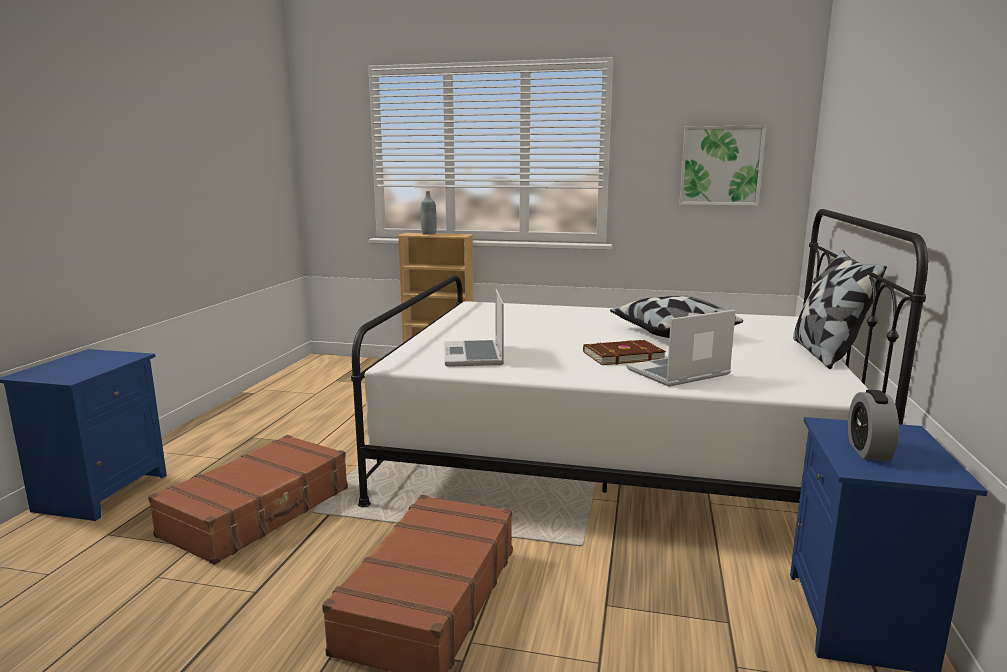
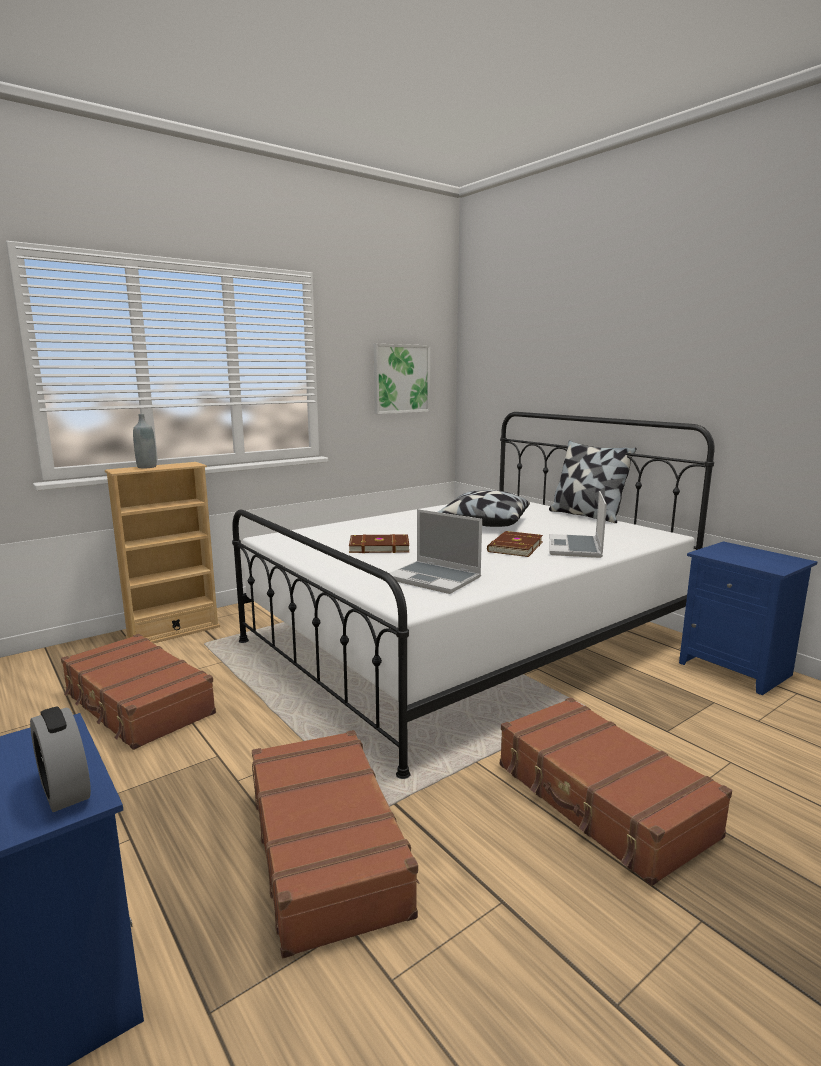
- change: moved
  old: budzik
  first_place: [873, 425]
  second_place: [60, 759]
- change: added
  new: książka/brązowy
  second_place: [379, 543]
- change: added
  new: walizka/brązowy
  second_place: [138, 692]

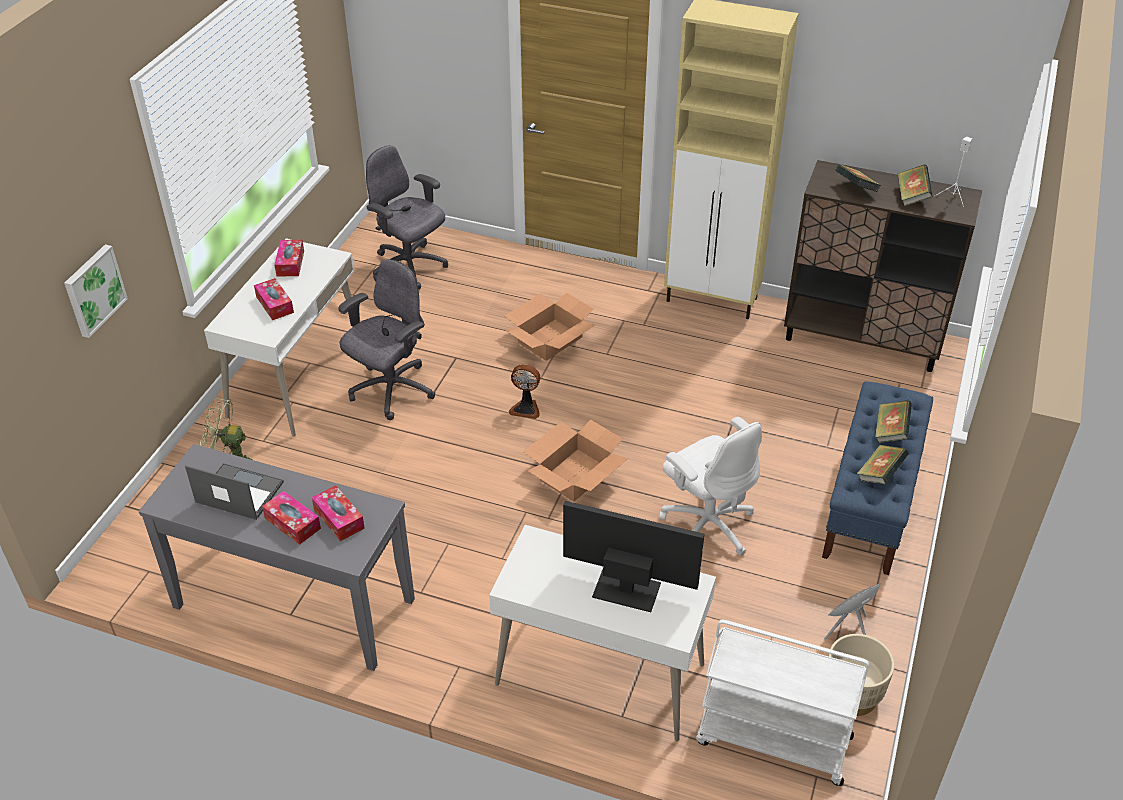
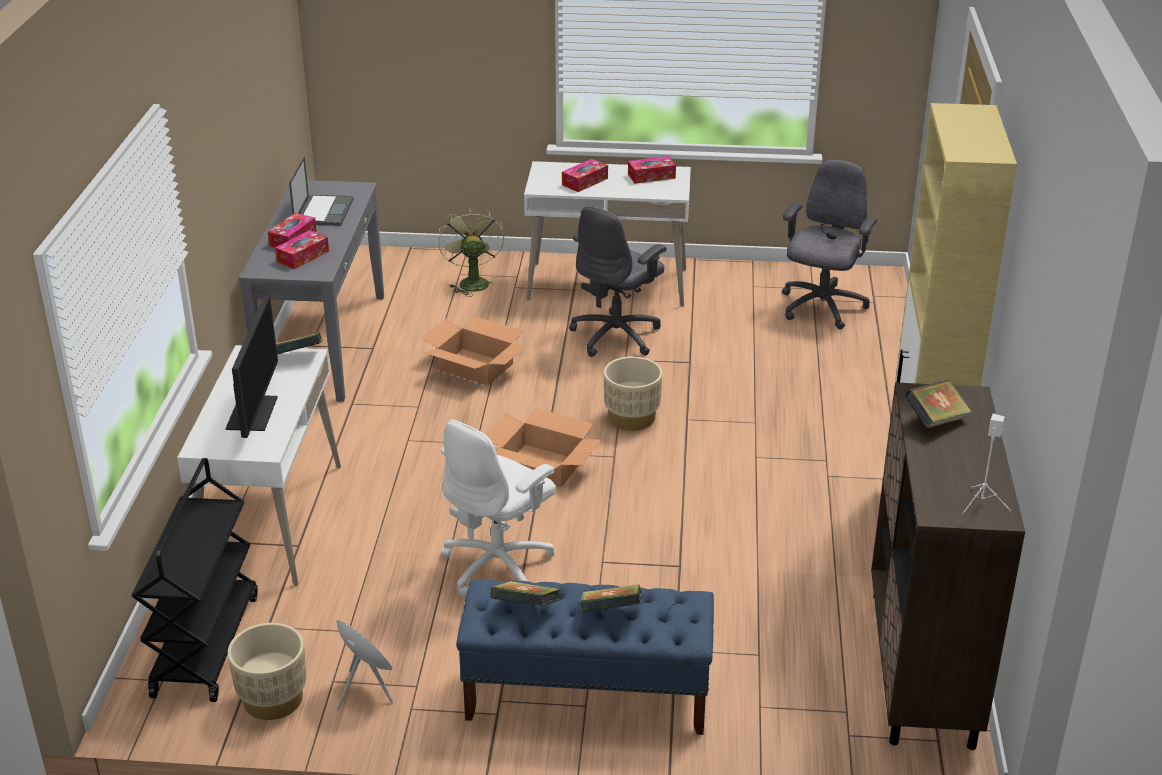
- change: moved
  old: książka
  first_place: [915, 185]
  second_place: [299, 343]
- change: removed
  old: obraz
  first_place: [96, 291]
- change: turned
  old: krzesło biurowe/szary
  first_place: [386, 339]
  second_place: [617, 281]
  degrees: 105
- change: moved
  old: karton
  first_place: [550, 327]
  second_place: [474, 350]
- change: replaced
  old: wentylator
  new: donica/beżowy
  first_place: [524, 391]
  second_place: [633, 393]
- change: recoloured
  old: wózek/biały
  new: wózek/czarny
  first_place: [782, 703]
  second_place: [195, 580]

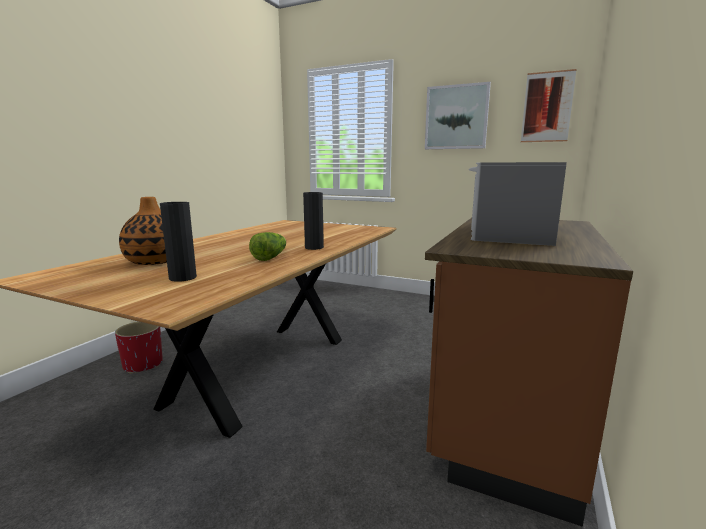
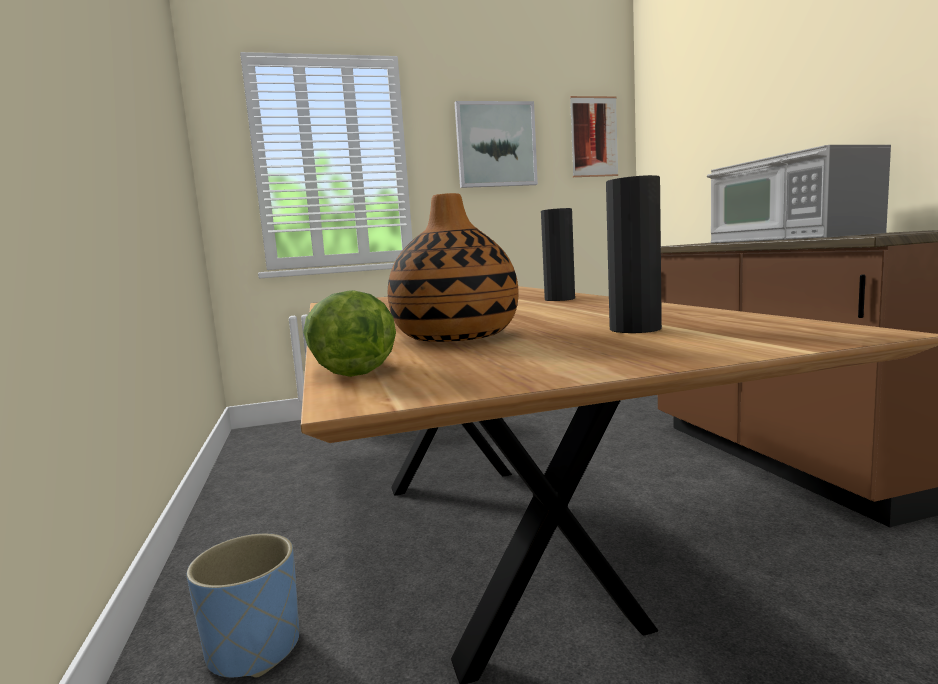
- change: moved
  old: sałata
  first_place: [267, 246]
  second_place: [349, 333]
- change: recoloured
  old: donica/czerwony
  new: donica/niebieski
  first_place: [139, 348]
  second_place: [243, 606]

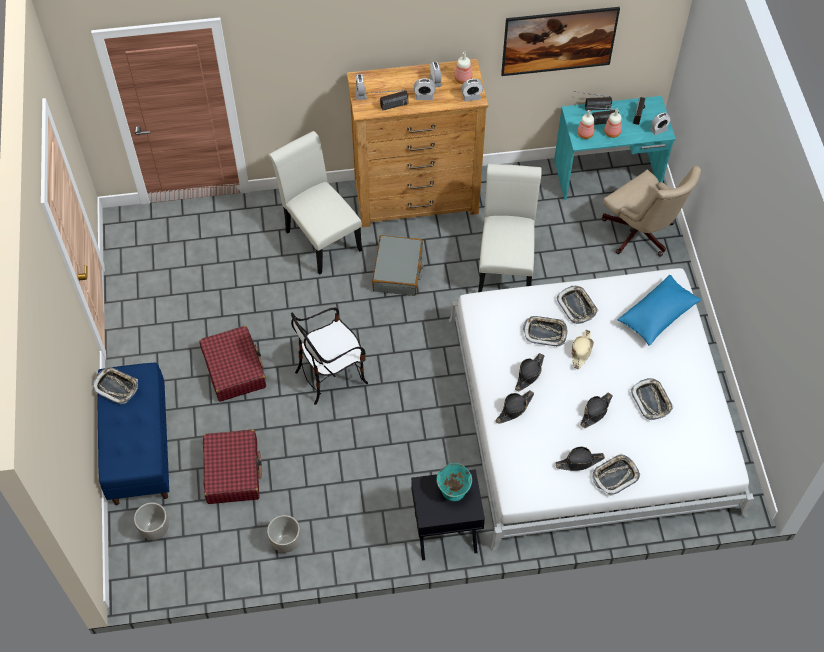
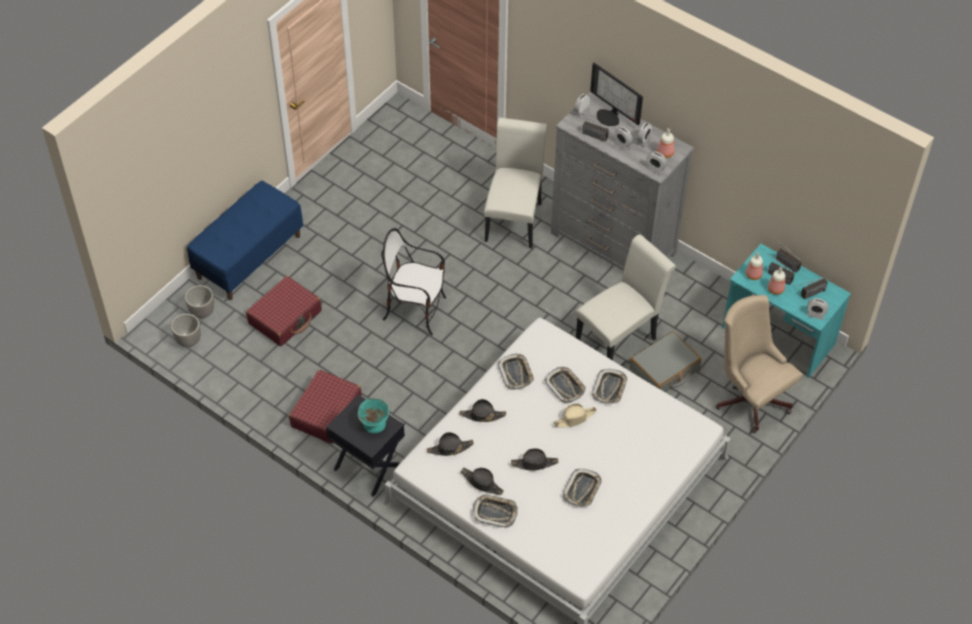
- change: removed
  old: obraz
  first_place: [560, 41]
- change: recoloured
  old: komoda/brązowy
  new: komoda/szary
  first_place: [417, 143]
  second_place: [622, 181]
- change: turned
  old: krzesło biurowe/beżowy
  first_place: [651, 211]
  second_place: [759, 364]
  degrees: 135
- change: moved
  old: walizka/szary
  first_place: [398, 265]
  second_place: [665, 361]
- change: removed
  old: poduszka/niebieski
  first_place: [659, 310]
- change: moved
  old: walizka/czerwony
  first_place: [232, 364]
  second_place: [325, 407]
- change: moved
  old: kapelusz/czarny
  first_place: [529, 372]
  second_place: [450, 444]
- change: moved
  old: taca
  first_place: [115, 385]
  second_place: [516, 372]
- change: moved
  old: donica
  first_place: [284, 534]
  second_place: [186, 330]
- change: added
  new: monitor
  second_place: [616, 94]

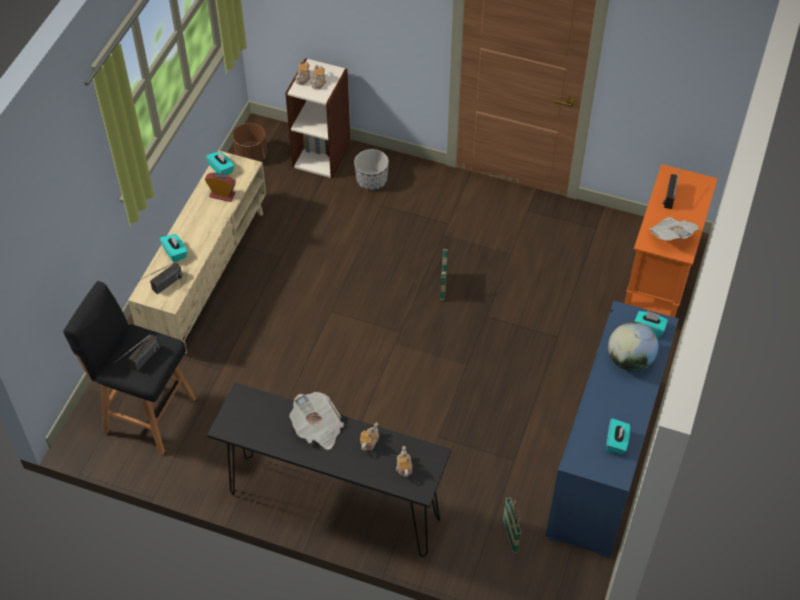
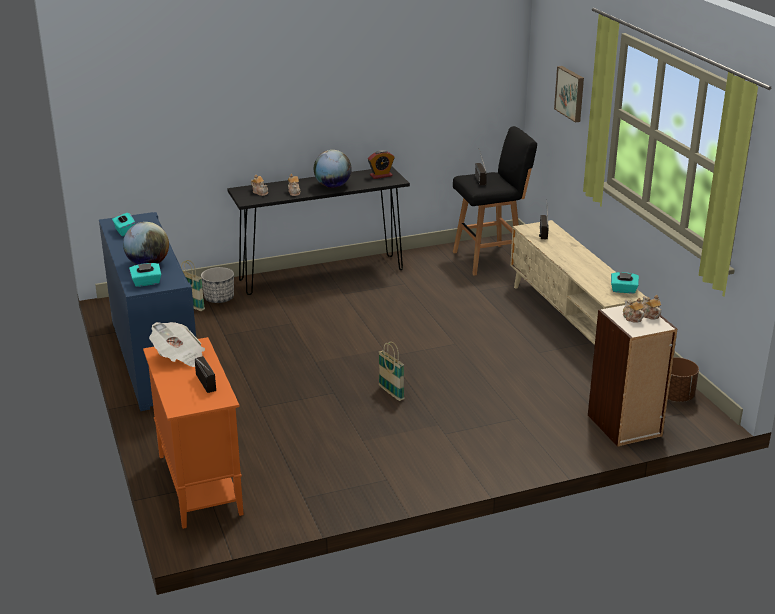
- change: moved
  old: donica
  first_place: [371, 169]
  second_place: [217, 285]
- change: moved
  old: budzik
  first_place: [220, 187]
  second_place: [381, 164]
- change: removed
  old: pudełko chusteczek/turkusowy
  first_place: [174, 248]
- change: replaced
  old: gazeta
  new: globus
  first_place: [316, 421]
  second_place: [333, 169]
- change: added
  new: obraz
  second_place: [569, 94]

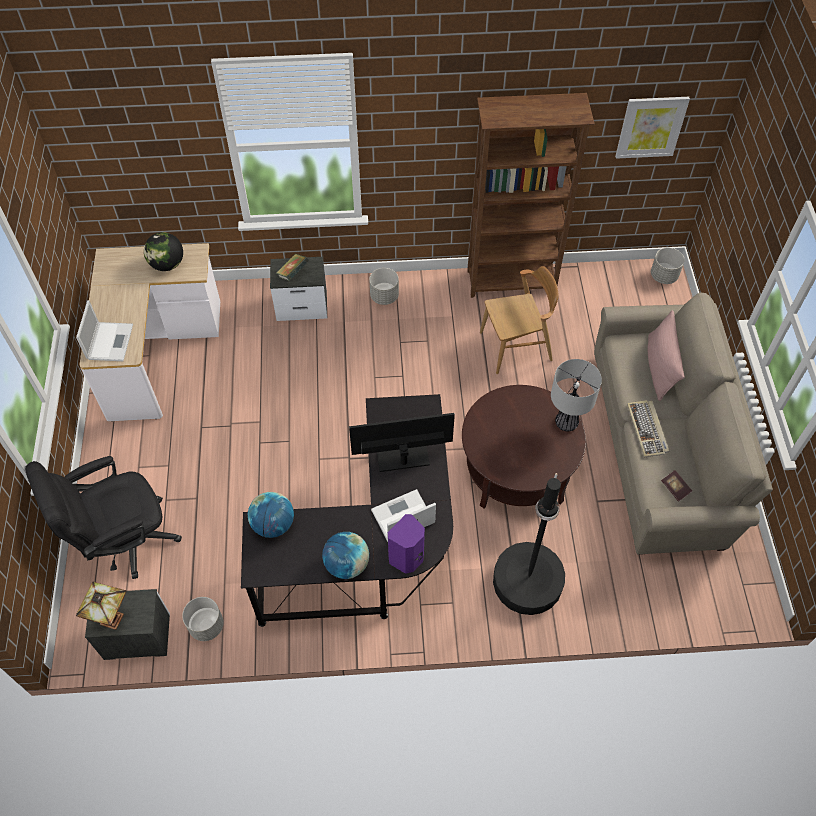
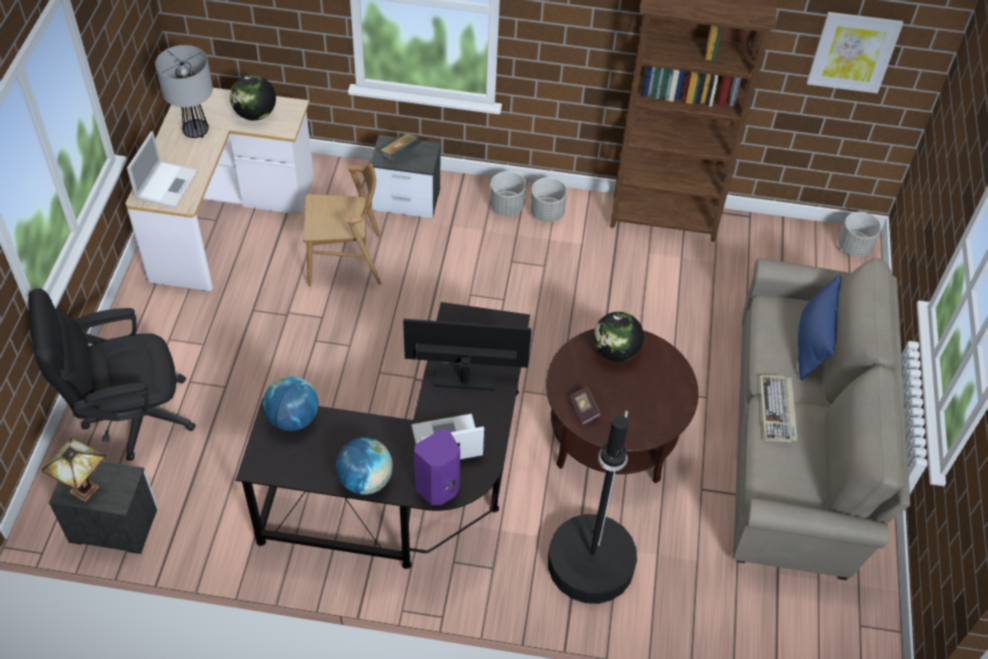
- change: moved
  old: krzesło/brązowy
  first_place: [519, 320]
  second_place: [342, 225]
- change: recoloured
  old: poduszka/różowy
  new: poduszka/niebieski
  first_place: [666, 355]
  second_place: [819, 327]
- change: moved
  old: lampa stołowa
  first_place: [576, 395]
  second_place: [184, 91]
- change: moved
  old: książka
  first_place: [676, 486]
  second_place: [585, 405]
- change: moved
  old: donica/szary
  first_place: [203, 619]
  second_place: [548, 199]
- change: added
  new: globus
  second_place: [619, 337]

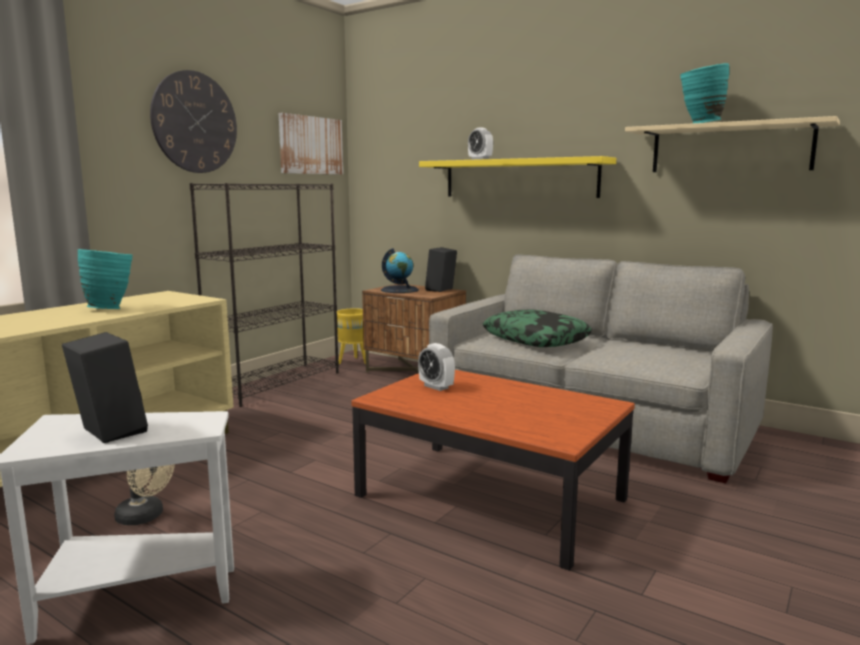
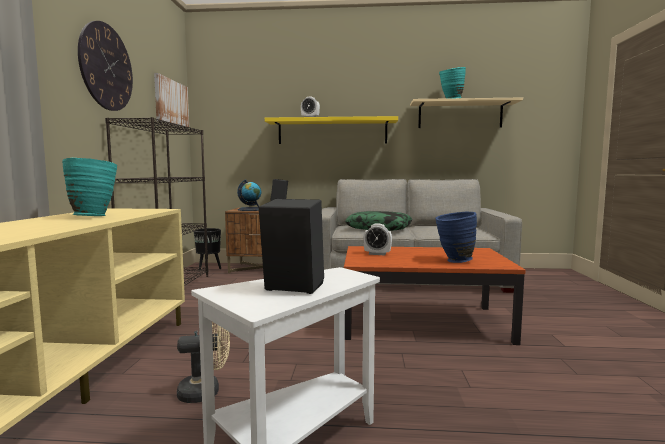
- change: recoloured
  old: donica/żółty
  new: donica/czarny
  first_place: [351, 336]
  second_place: [207, 250]
- change: added
  new: wazon/niebieski
  second_place: [456, 237]

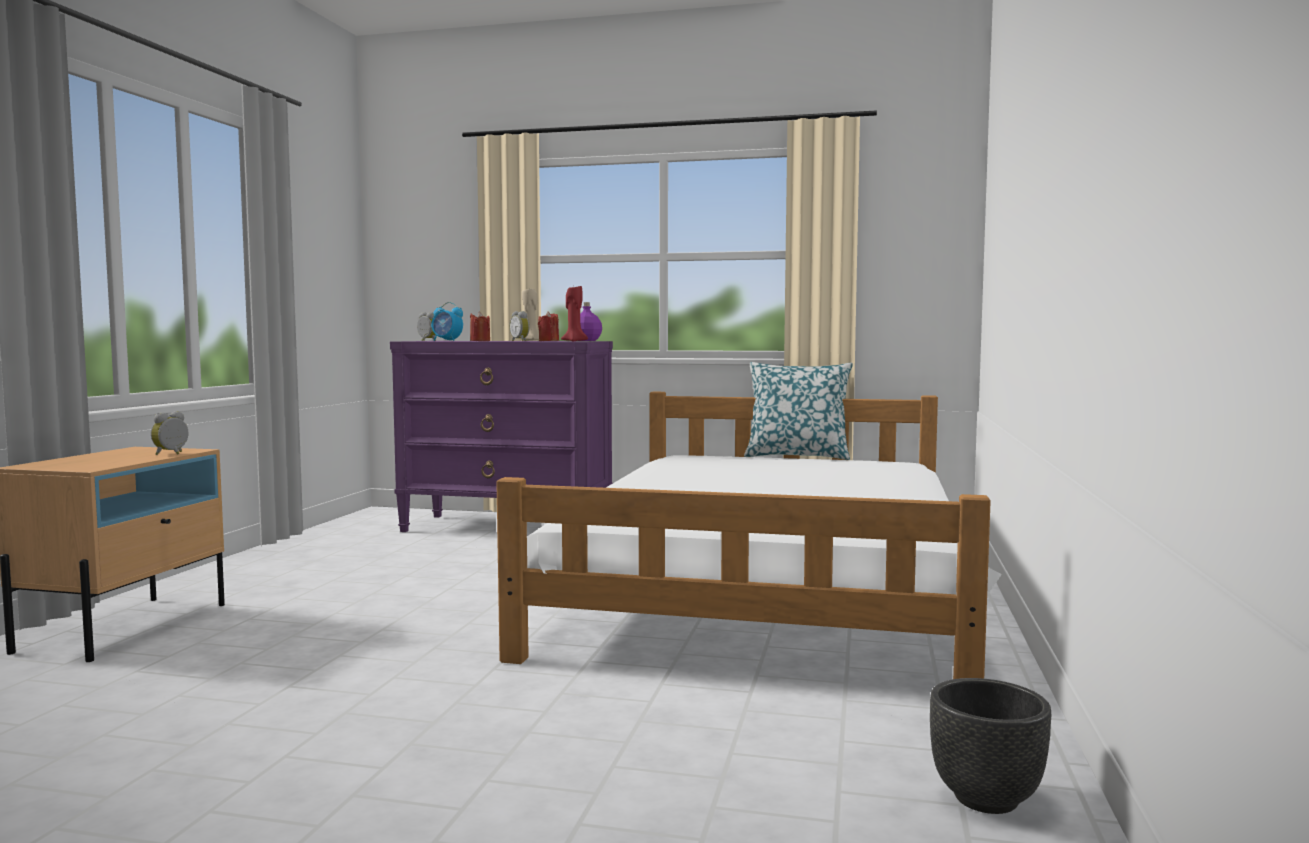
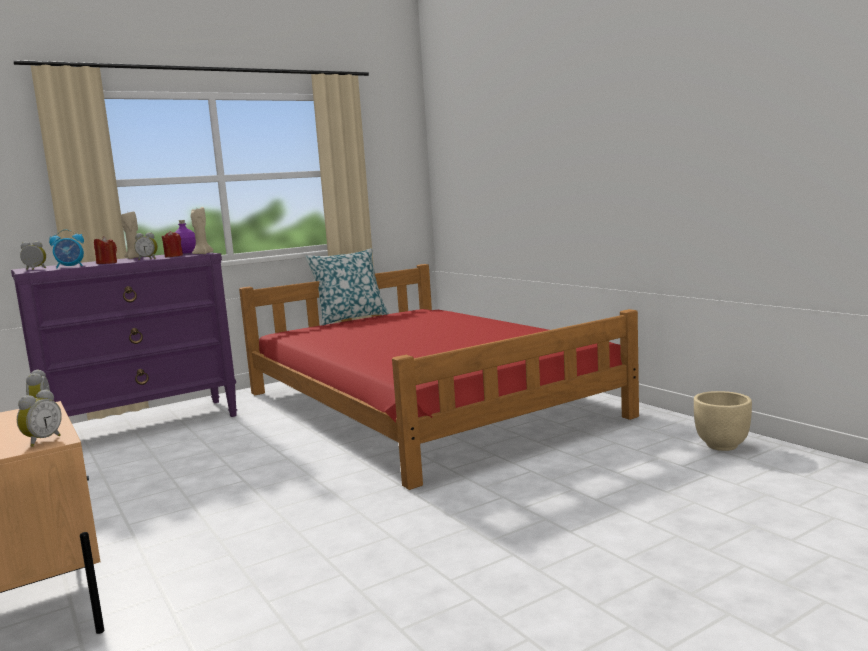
- change: recoloured
  old: świeca/czerwony
  new: świeca/beżowy
  first_place: [574, 314]
  second_place: [202, 230]
- change: recoloured
  old: łóżko/biały
  new: łóżko/czerwony
  first_place: [749, 535]
  second_place: [439, 377]
- change: recoloured
  old: donica/czarny
  new: donica/beżowy
  first_place: [990, 746]
  second_place: [723, 421]
- change: added
  new: budzik
  second_place: [39, 418]

